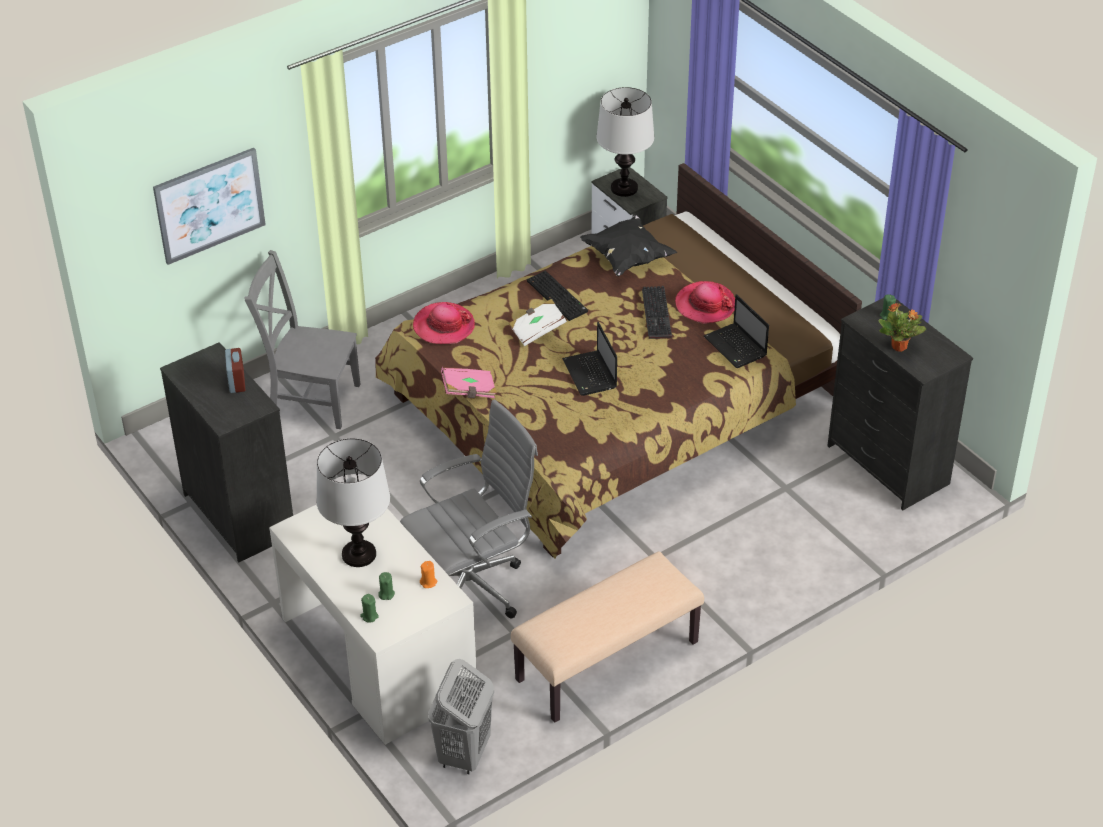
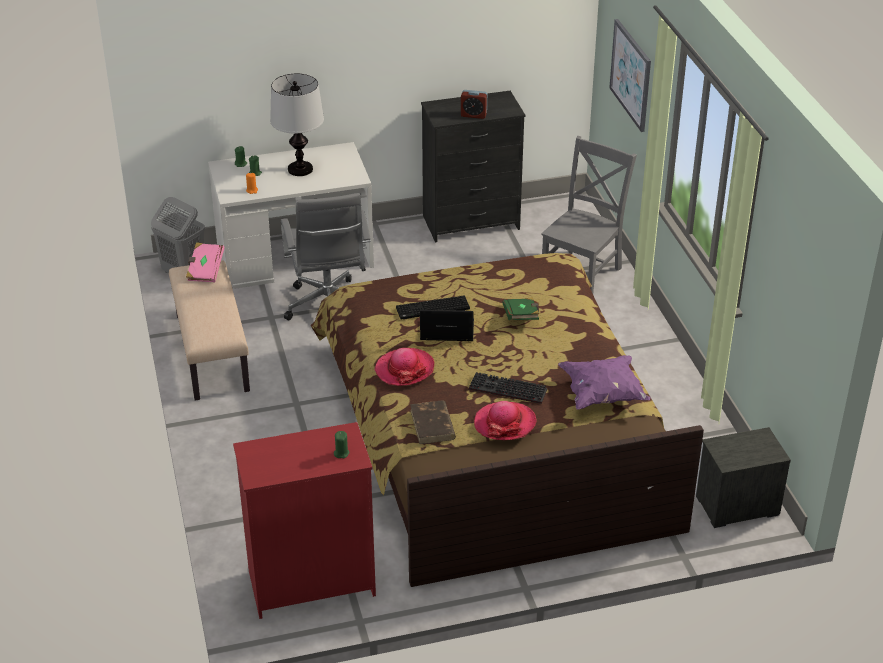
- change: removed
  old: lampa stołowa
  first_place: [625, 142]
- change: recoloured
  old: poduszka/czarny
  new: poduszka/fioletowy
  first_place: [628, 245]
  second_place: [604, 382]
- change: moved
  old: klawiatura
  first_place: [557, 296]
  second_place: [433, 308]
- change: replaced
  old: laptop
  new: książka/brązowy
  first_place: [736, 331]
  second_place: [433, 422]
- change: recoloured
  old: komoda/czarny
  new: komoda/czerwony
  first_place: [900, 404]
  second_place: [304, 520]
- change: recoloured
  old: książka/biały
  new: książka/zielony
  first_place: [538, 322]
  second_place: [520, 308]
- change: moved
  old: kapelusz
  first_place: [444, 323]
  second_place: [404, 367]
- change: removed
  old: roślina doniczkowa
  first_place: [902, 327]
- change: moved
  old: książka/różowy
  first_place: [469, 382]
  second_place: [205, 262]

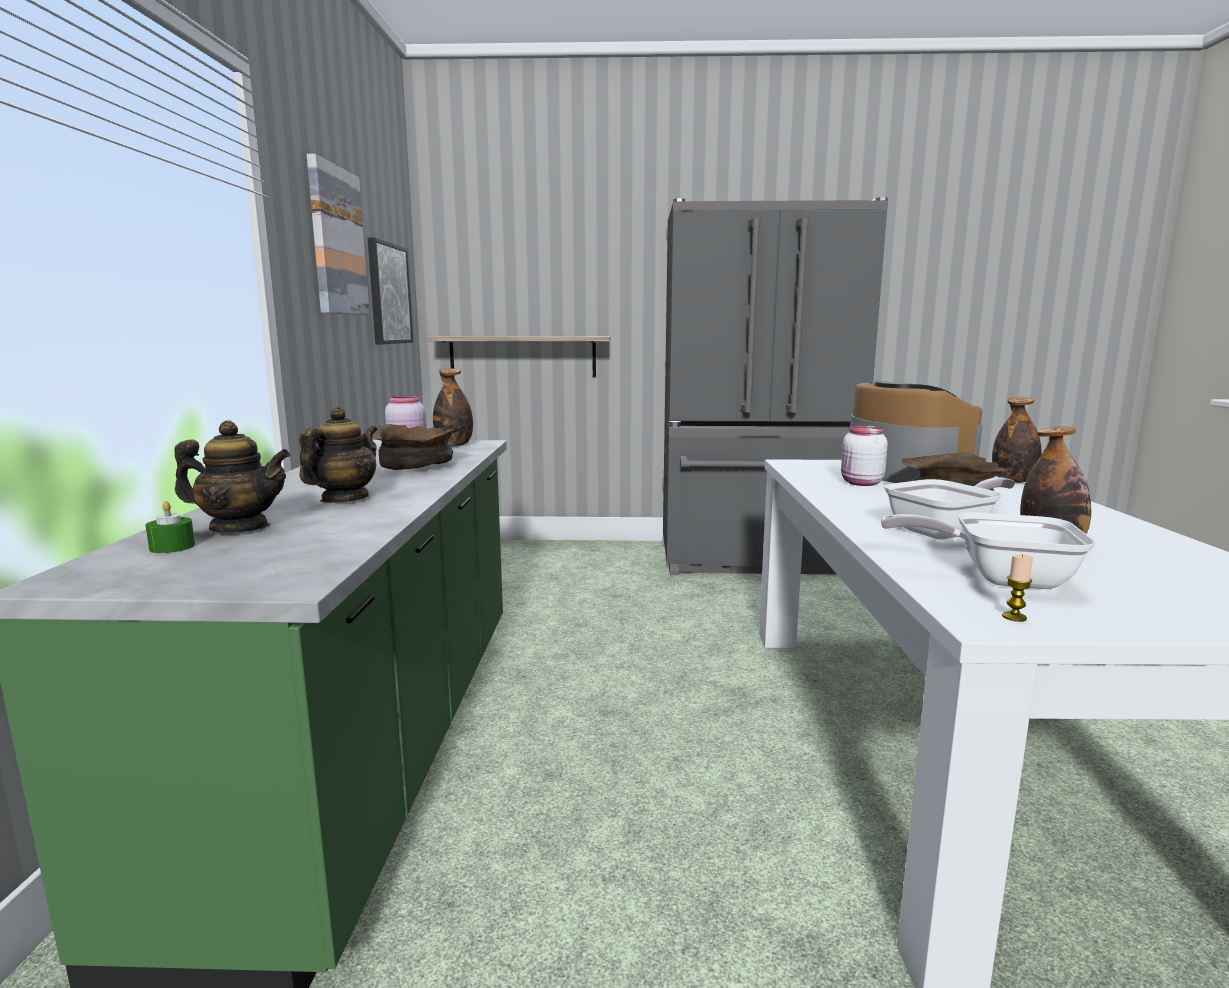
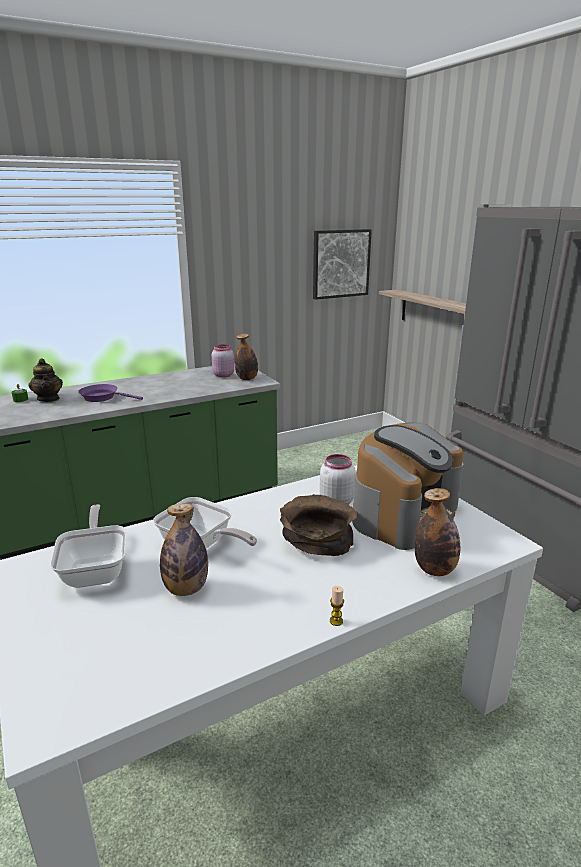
- change: removed
  old: obraz
  first_place: [338, 234]
- change: replaced
  old: imbryk
  new: patelnia/fioletowy
  first_place: [338, 455]
  second_place: [110, 393]
- change: removed
  old: miska/brązowy
  first_place: [415, 447]
- change: moved
  old: świeca
  first_place: [1017, 588]
  second_place: [337, 606]

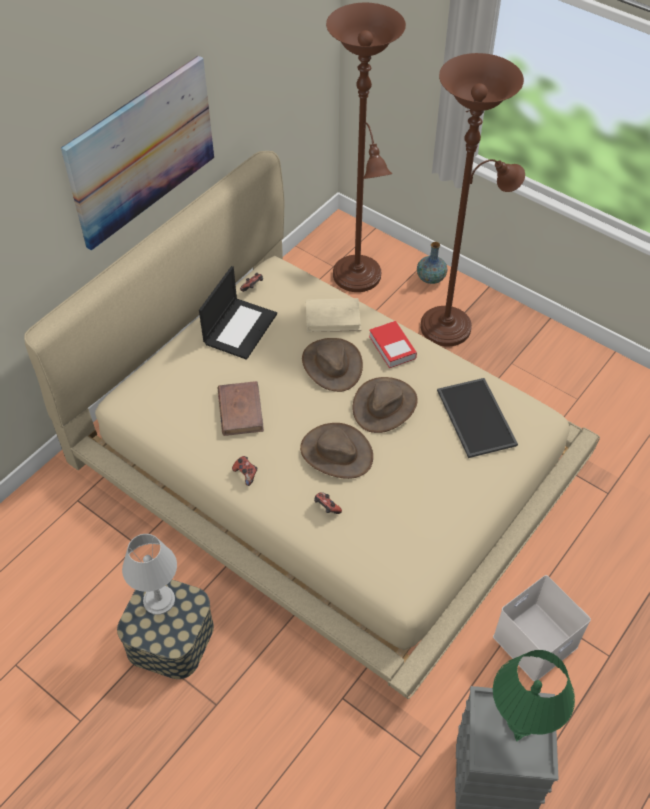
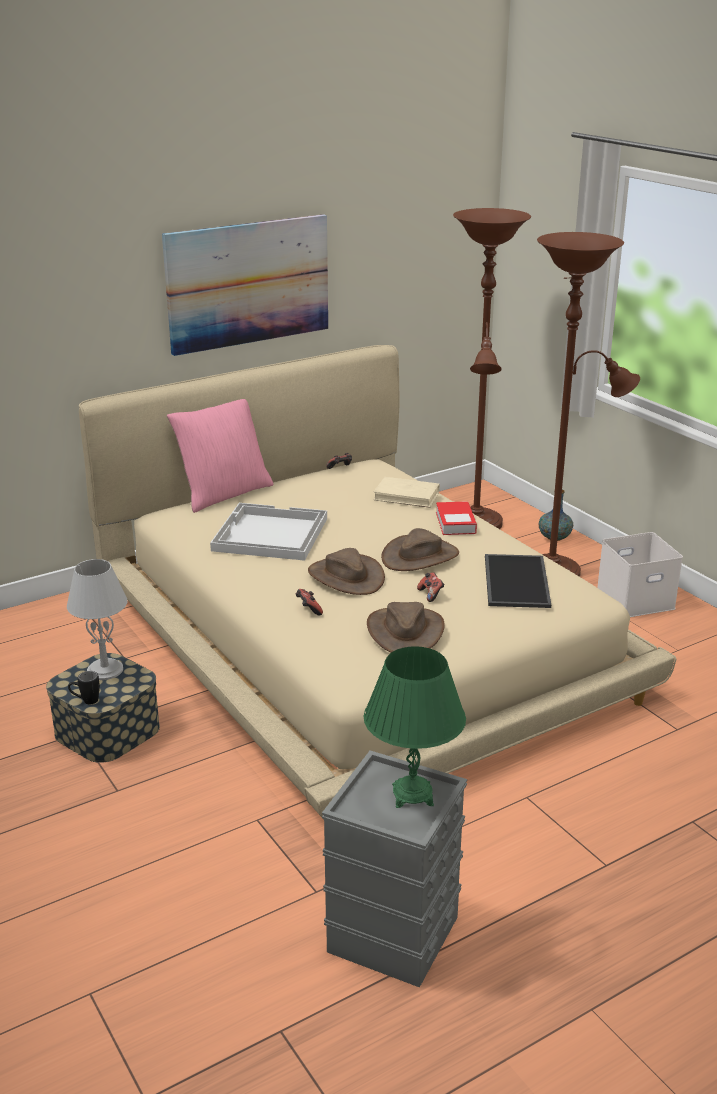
- change: removed
  old: laptop
  first_place: [238, 313]
- change: moved
  old: kapelusz/brązowy
  first_place: [332, 365]
  second_place: [406, 627]
- change: replaced
  old: książka/brązowy
  new: taca/biały
  first_place: [241, 408]
  second_place: [268, 532]
- change: moved
  old: pad do gier
  first_place: [244, 471]
  second_place: [431, 587]
- change: moved
  old: pojemnik do przechowywania/biały
  first_place: [542, 628]
  second_place: [640, 574]
- change: added
  new: poduszka/różowy
  second_place: [220, 456]
- change: added
  new: kubek/czarny
  second_place: [84, 687]

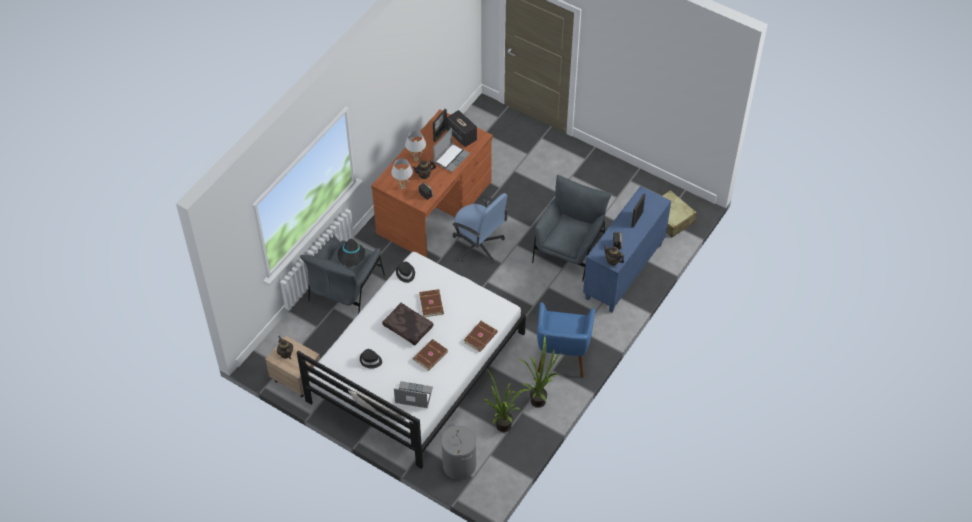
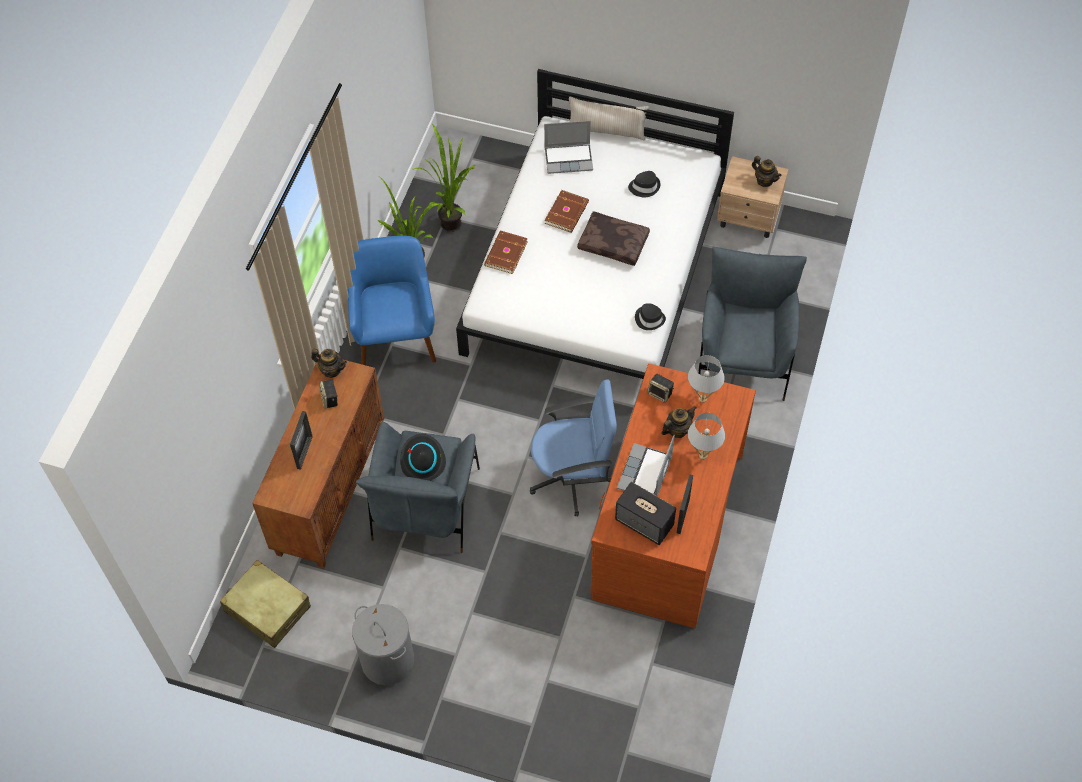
- change: recoloured
  old: szafka/niebieski
  new: szafka/brązowy
  first_place: [627, 249]
  second_place: [318, 461]
- change: turned
  old: krzesło biurowe/niebieski
  first_place: [480, 228]
  second_place: [573, 448]
  degrees: 150
- change: moved
  old: kapelusz/czarny
  first_place: [351, 252]
  second_place: [423, 457]
- change: removed
  old: książka/brązowy
  first_place: [431, 303]
- change: moved
  old: kosz na pranie/szary
  first_place: [458, 452]
  second_place: [383, 644]

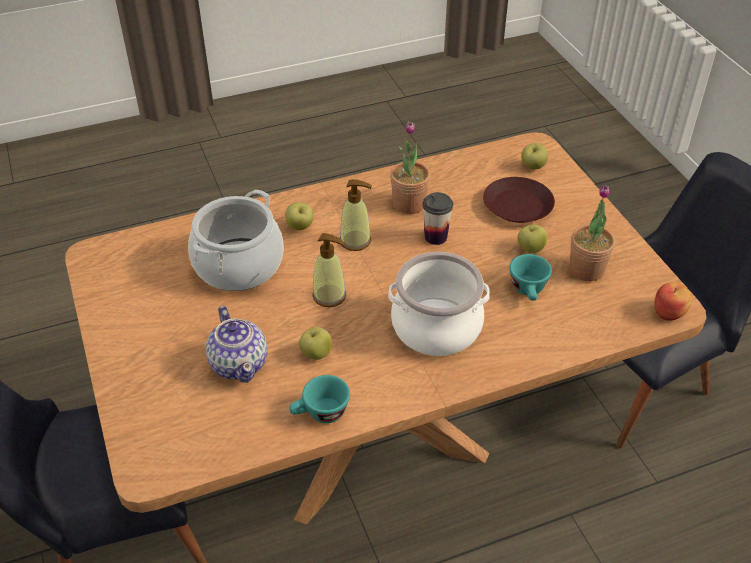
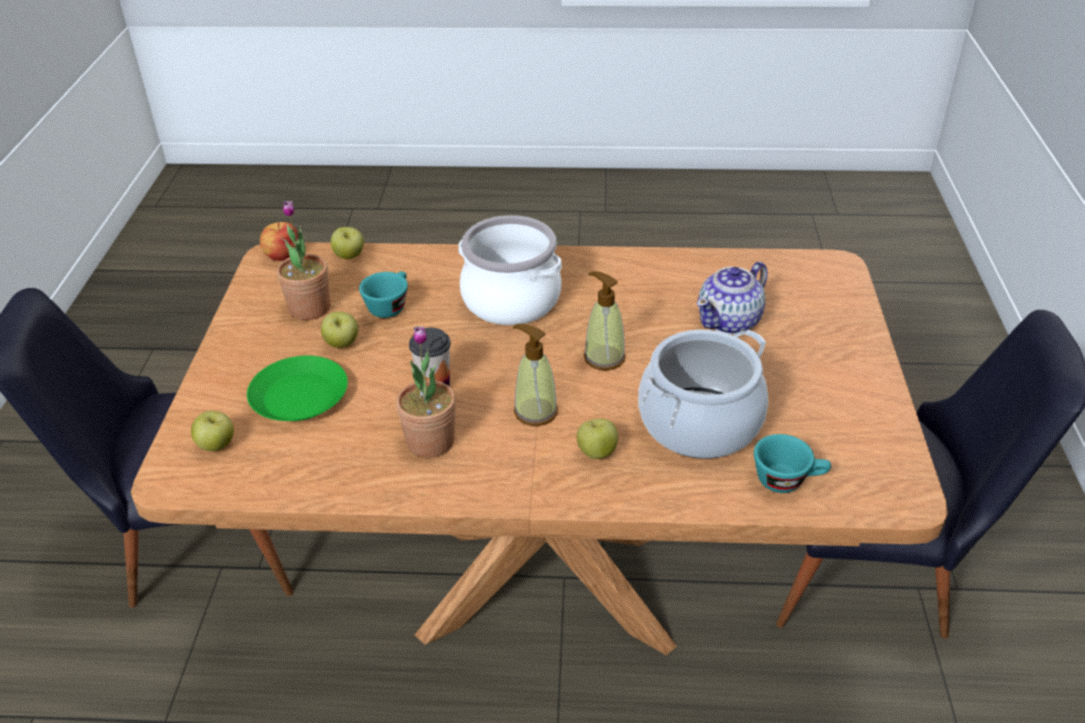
- change: recoloured
  old: talerz/brązowy
  new: talerz/zielony
  first_place: [519, 200]
  second_place: [297, 388]
- change: turned
  old: imbryk
  first_place: [237, 344]
  second_place: [732, 298]
  degrees: -135
- change: moved
  old: jabłko
  first_place: [315, 343]
  second_place: [347, 243]
- change: moved
  old: filiżanka/turkusowy
  first_place: [319, 399]
  second_place: [792, 463]

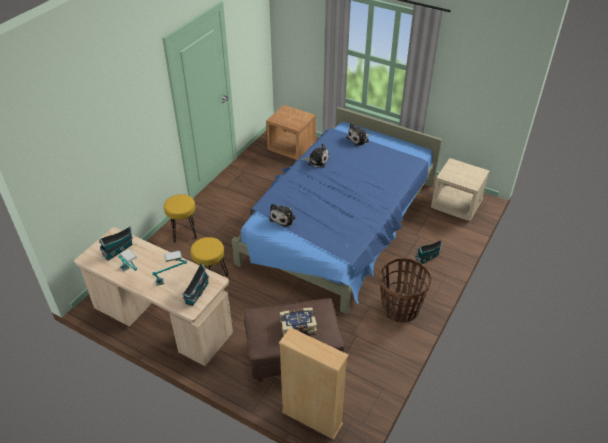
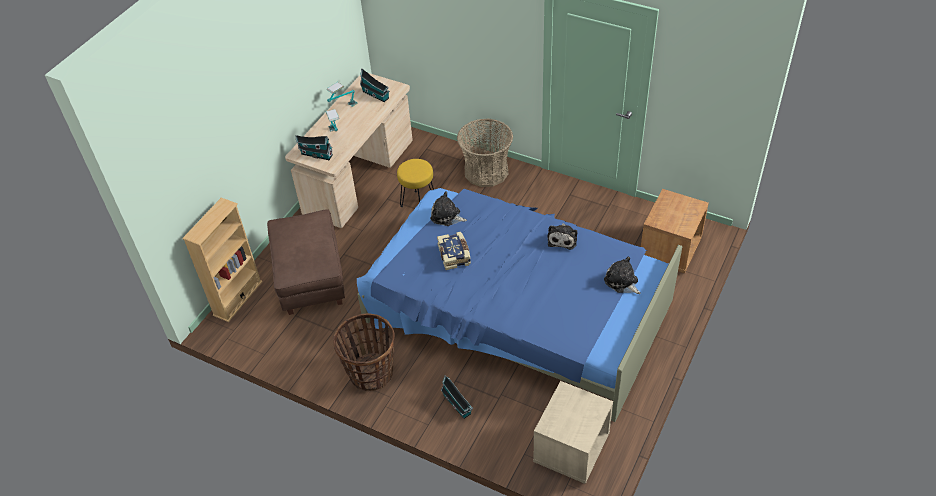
- change: replaced
  old: stołek/żółty
  new: koszyk
  first_place: [180, 218]
  second_place: [485, 153]
- change: moved
  old: książka
  first_place: [298, 321]
  second_place: [454, 251]

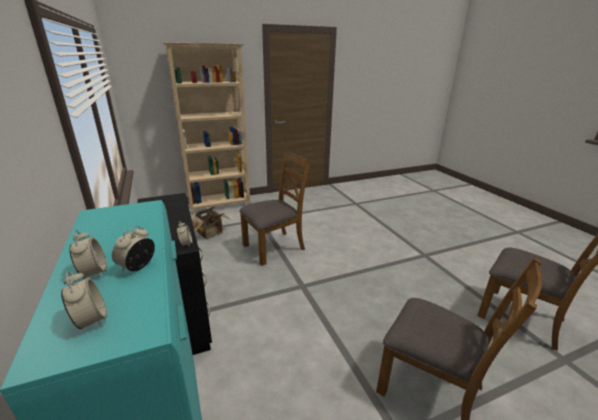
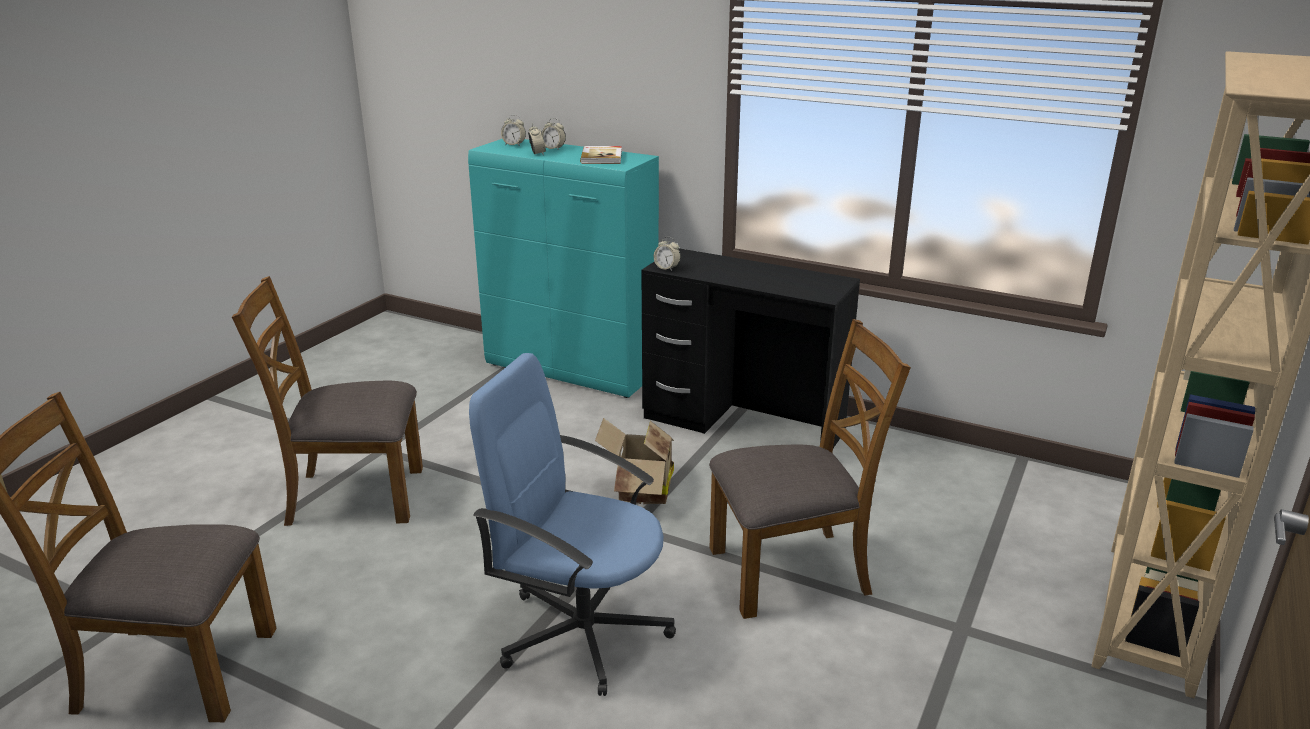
- change: turned
  old: krzesło/brązowy
  first_place: [275, 208]
  second_place: [810, 469]
  degrees: -120
- change: moved
  old: karton
  first_place: [211, 223]
  second_place: [634, 461]
- change: added
  new: książka
  second_place: [601, 155]
- change: added
  new: krzesło biurowe/niebieski
  second_place: [572, 524]

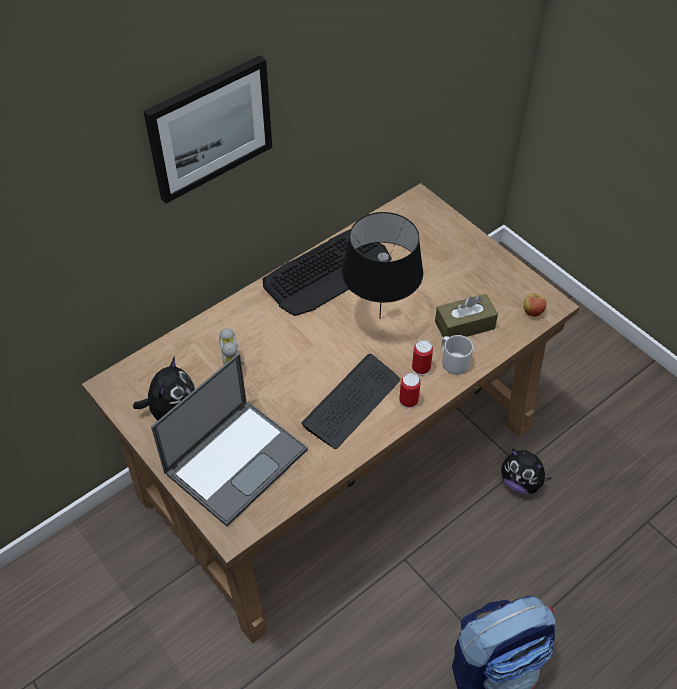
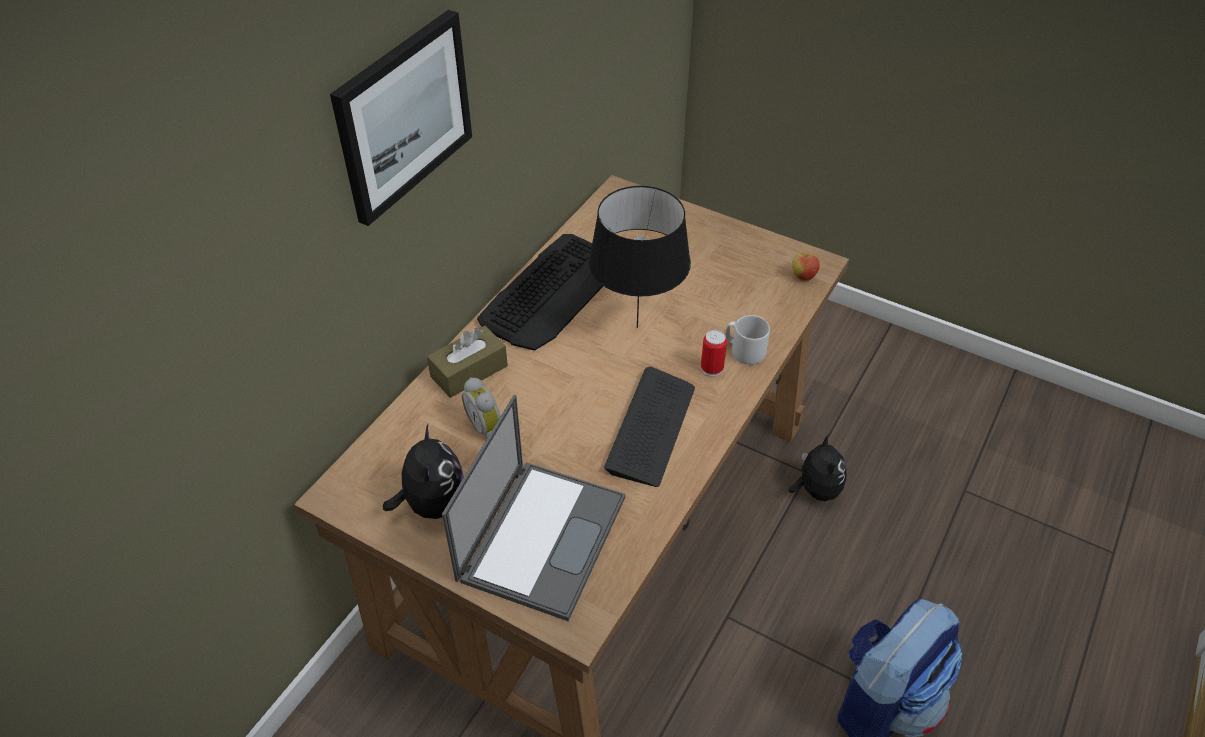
- change: moved
  old: pudełko chusteczek/brązowy
  first_place: [466, 315]
  second_place: [467, 362]
- change: removed
  old: puszka
  first_place: [409, 391]
- change: turned
  old: pluszak
  first_place: [526, 471]
  second_place: [818, 467]
  degrees: -105

